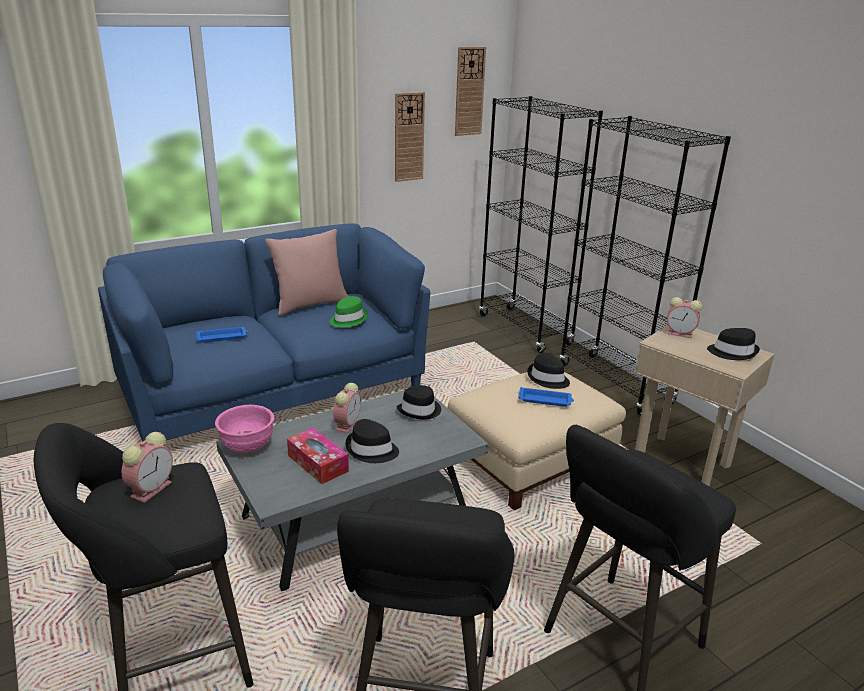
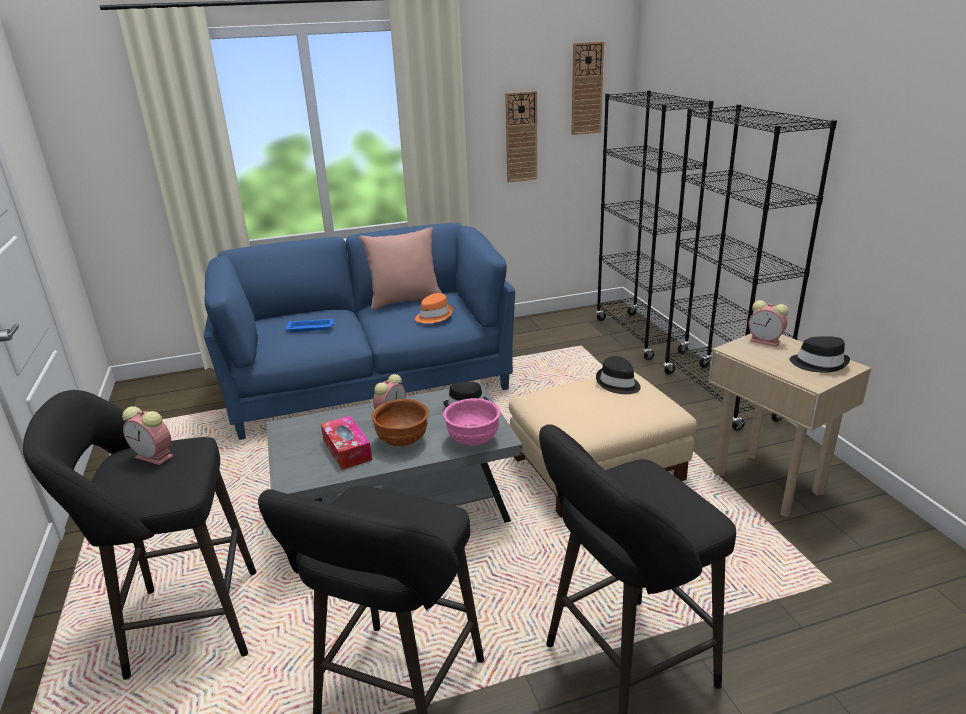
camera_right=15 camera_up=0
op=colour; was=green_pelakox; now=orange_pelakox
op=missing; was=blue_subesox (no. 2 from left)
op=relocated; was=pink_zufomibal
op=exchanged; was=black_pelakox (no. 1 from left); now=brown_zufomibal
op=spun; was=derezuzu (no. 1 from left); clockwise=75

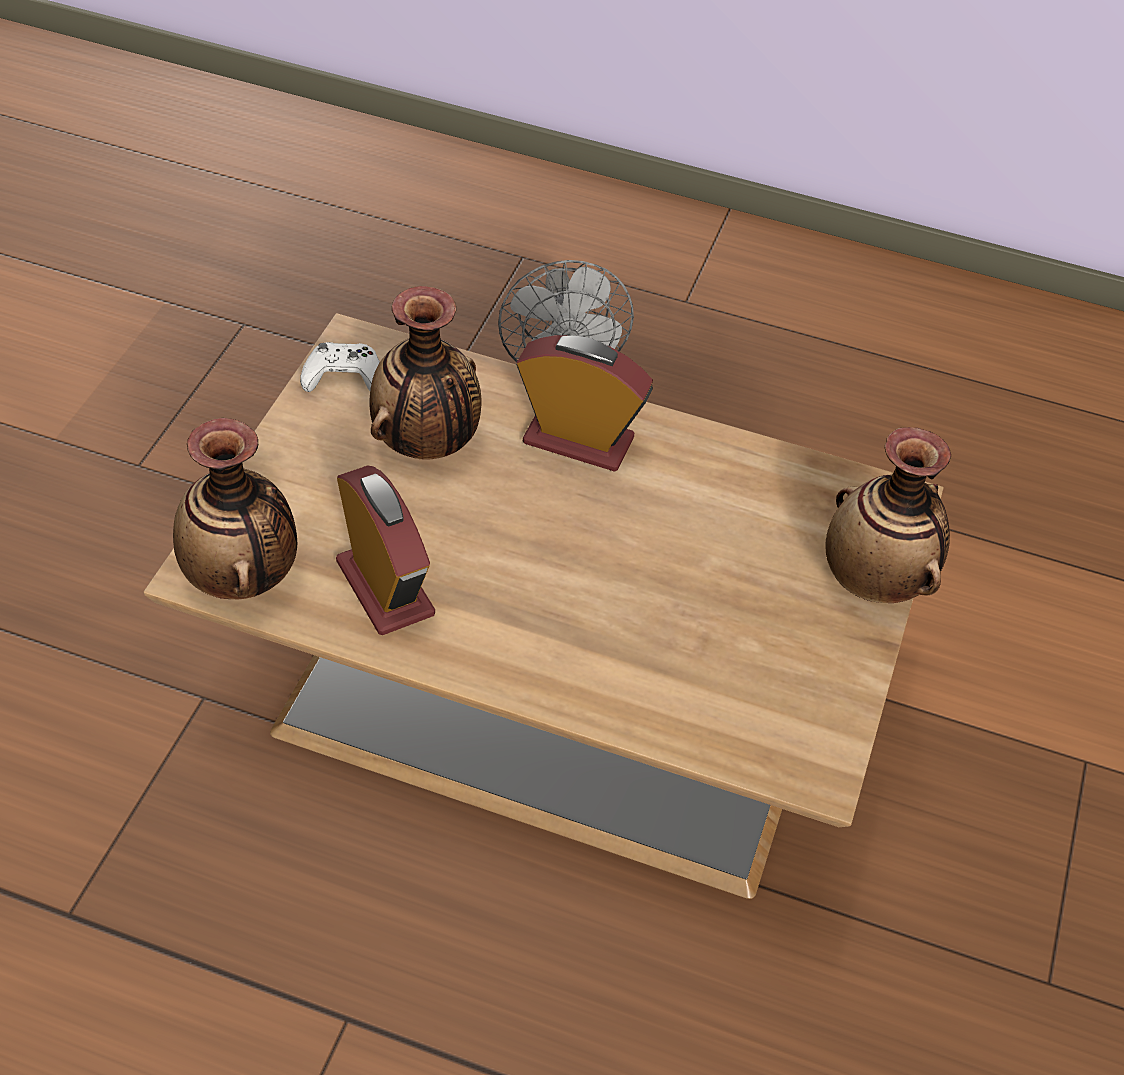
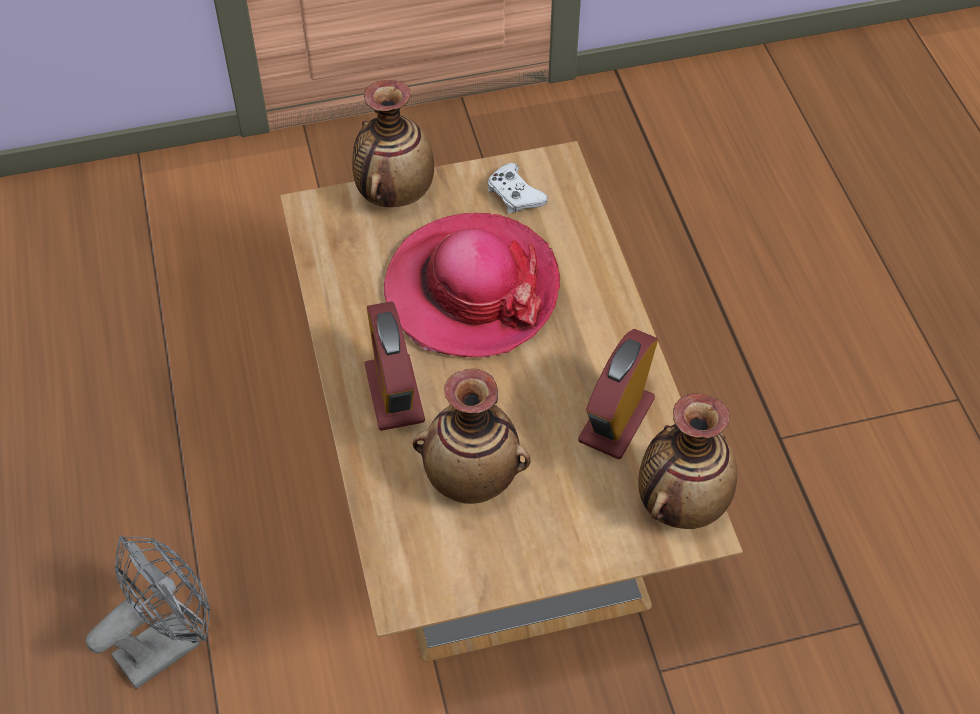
camera_right=-120 camera_up=5
op=relocated; was=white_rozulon
op=appeared; now=pelakox

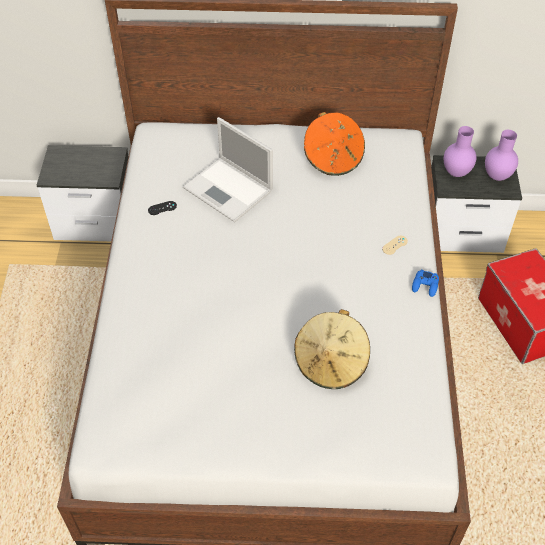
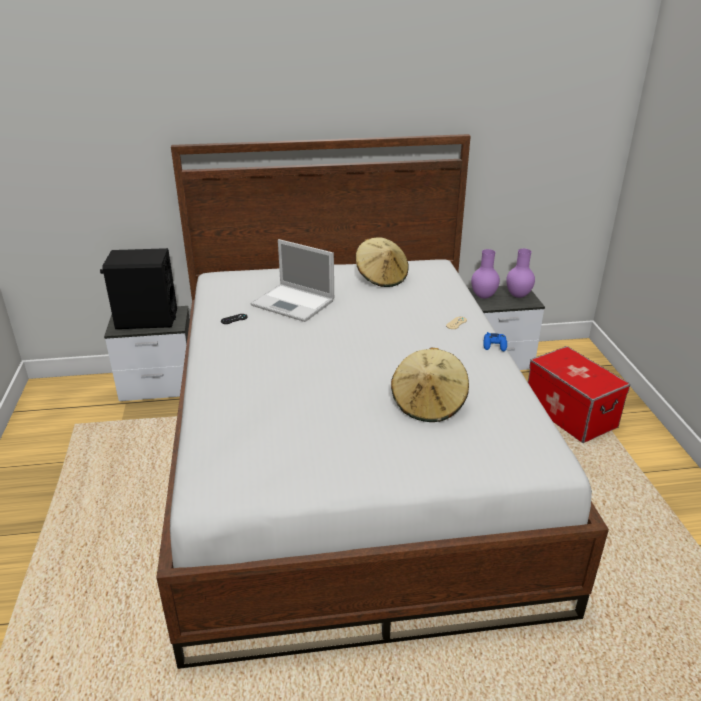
camera_right=-10 camera_up=-20
op=colour; was=orange_pelakox; now=beige_pelakox (no. 1 from left)
op=appeared; now=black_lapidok

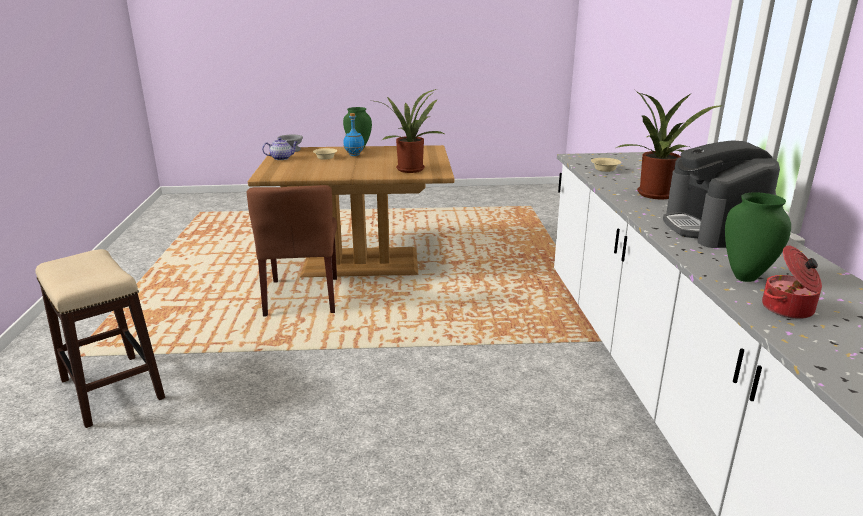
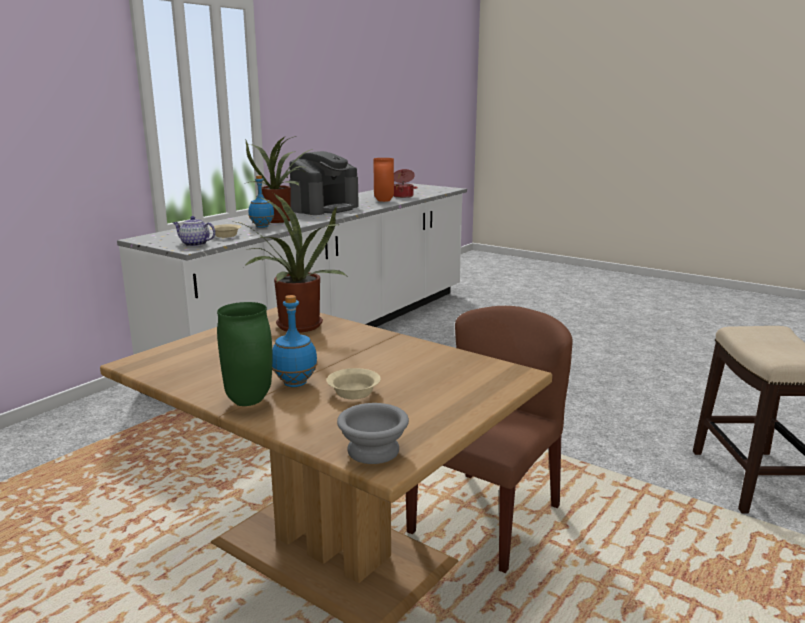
camera_right=-140 camera_up=-5
op=relocated; was=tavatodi
op=colour; was=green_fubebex (no. 2 from left); now=orange_fubebex
op=appeared; now=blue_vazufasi (no. 1 from left)

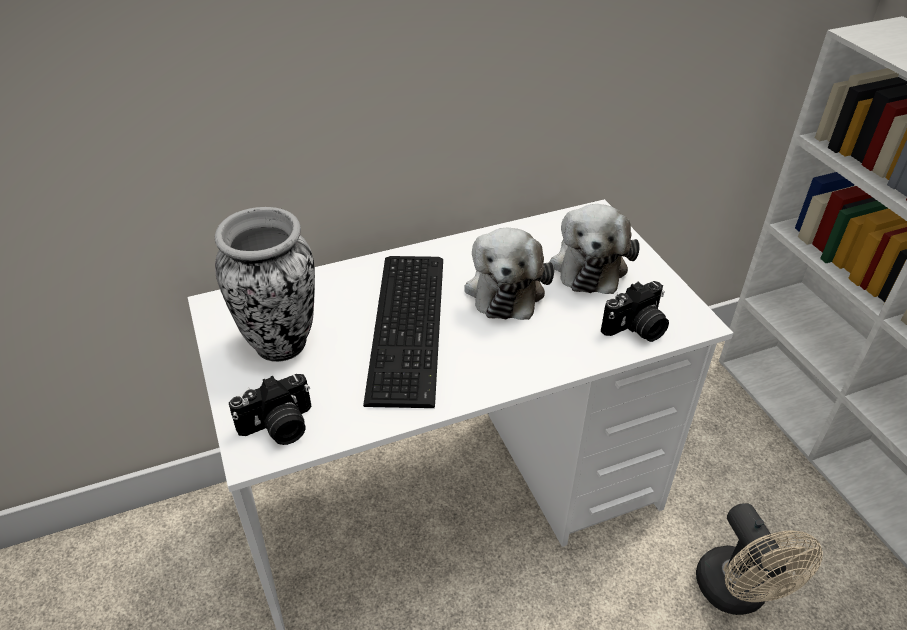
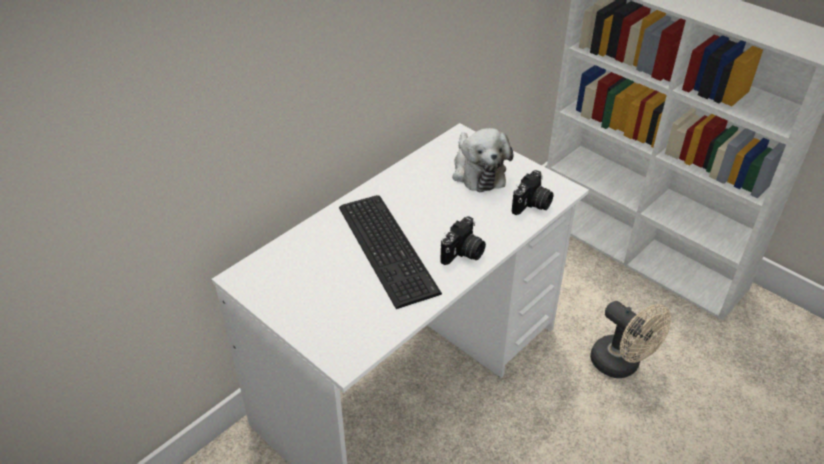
camera_right=-25 camera_up=0
op=missing; was=fubebex
op=missing; was=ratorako (no. 1 from left)
op=relocated; was=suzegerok (no. 1 from left)

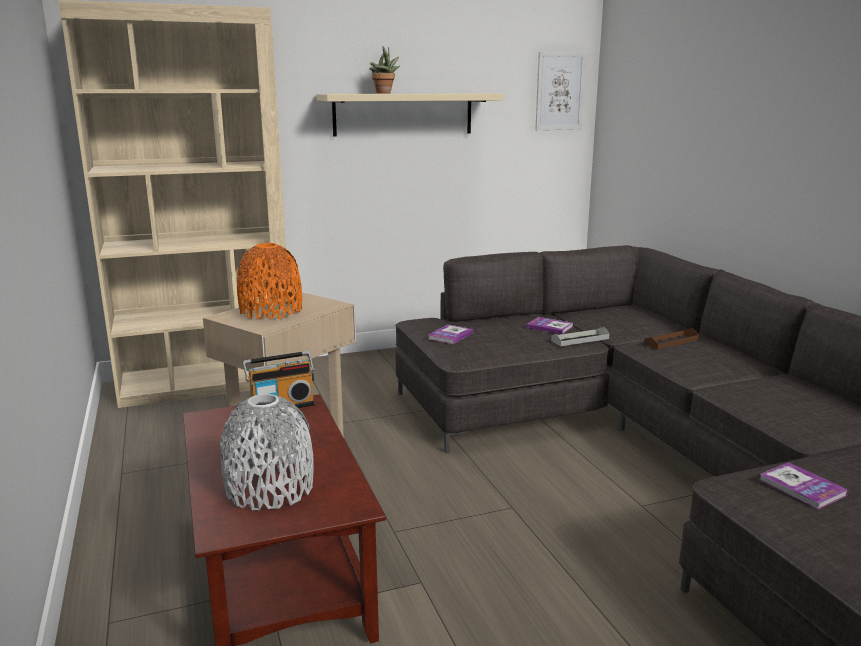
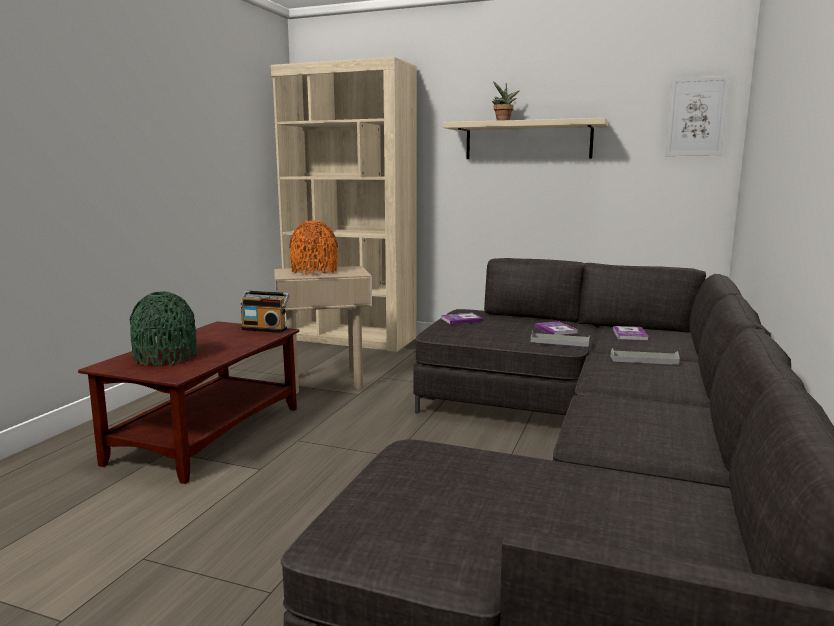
camera_right=40 camera_up=-5
op=colour; was=brown_subesox; now=grey_subesox (no. 2 from left)
op=colour; was=grey_fubebex; now=green_fubebex
op=relocated; was=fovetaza (no. 3 from left)

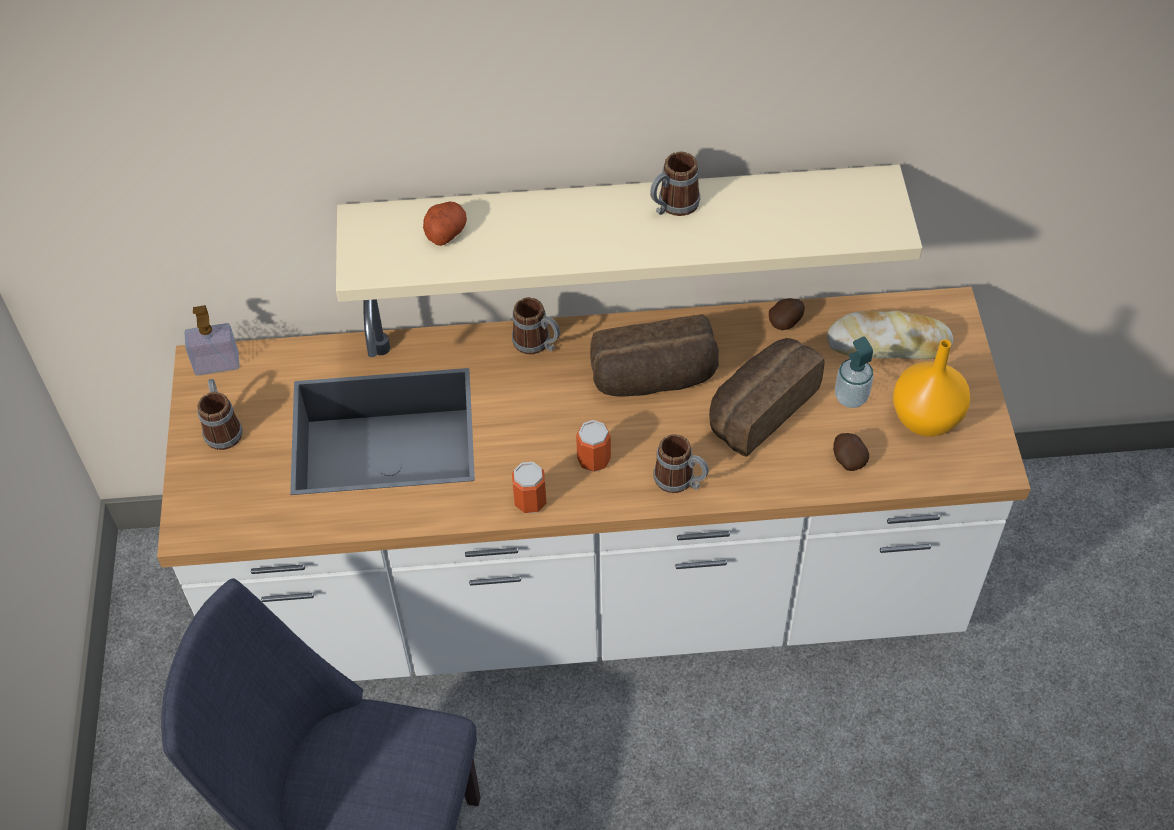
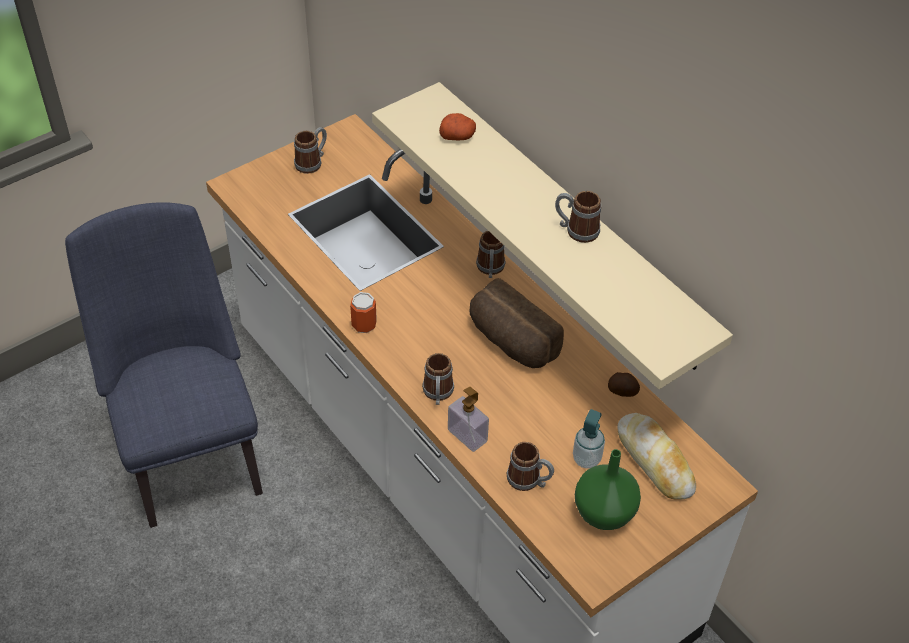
camera_right=55 camera_up=-5
op=relocated; was=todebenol (no. 1 from left)
op=missing; was=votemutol (no. 2 from left)
op=colour; was=orange_fubebex; now=green_fubebex
op=missing; was=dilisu (no. 2 from left)
op=exchanged; was=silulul (no. 3 from left); now=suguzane (no. 4 from left)

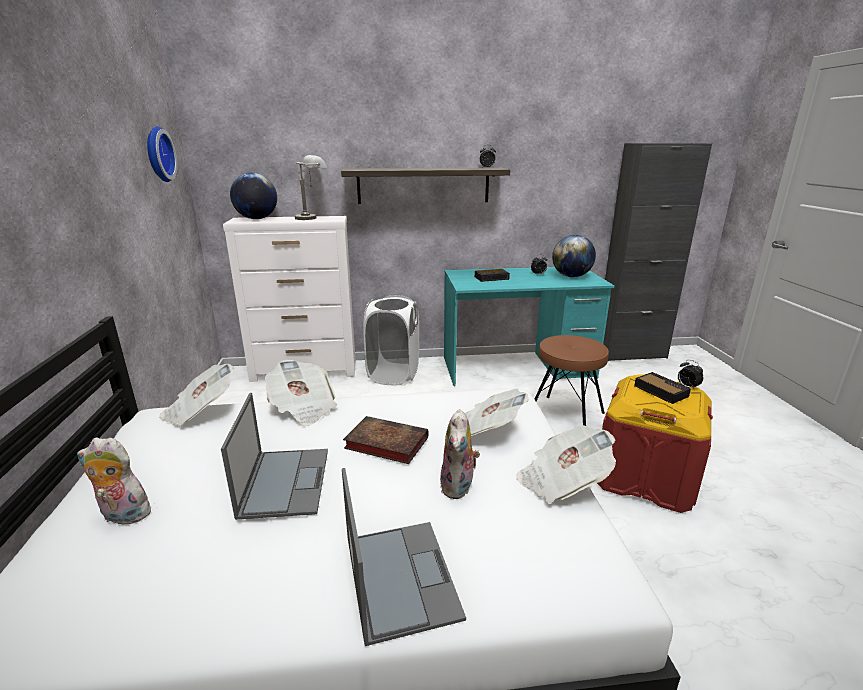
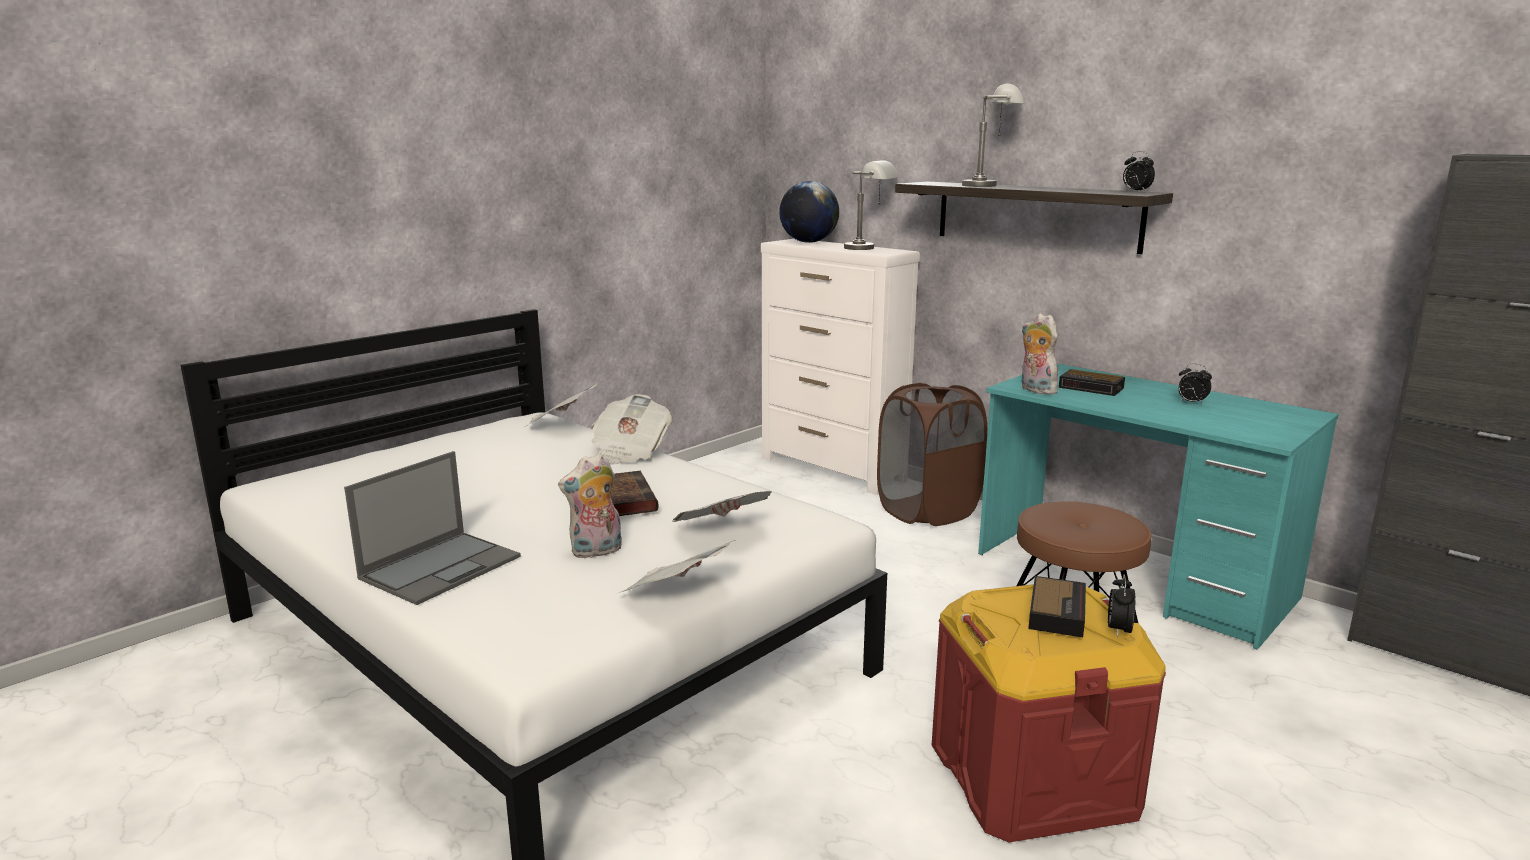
camera_right=50 camera_up=-5
op=missing; was=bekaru
op=missing; was=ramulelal (no. 2 from left)
op=colour; was=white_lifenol; now=brown_lifenol
op=missing; was=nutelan (no. 1 from left)
op=relocated; was=ratorako (no. 1 from left in the first image); now=ratorako (no. 2 from left)
op=appeared; now=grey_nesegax (no. 2 from left)

